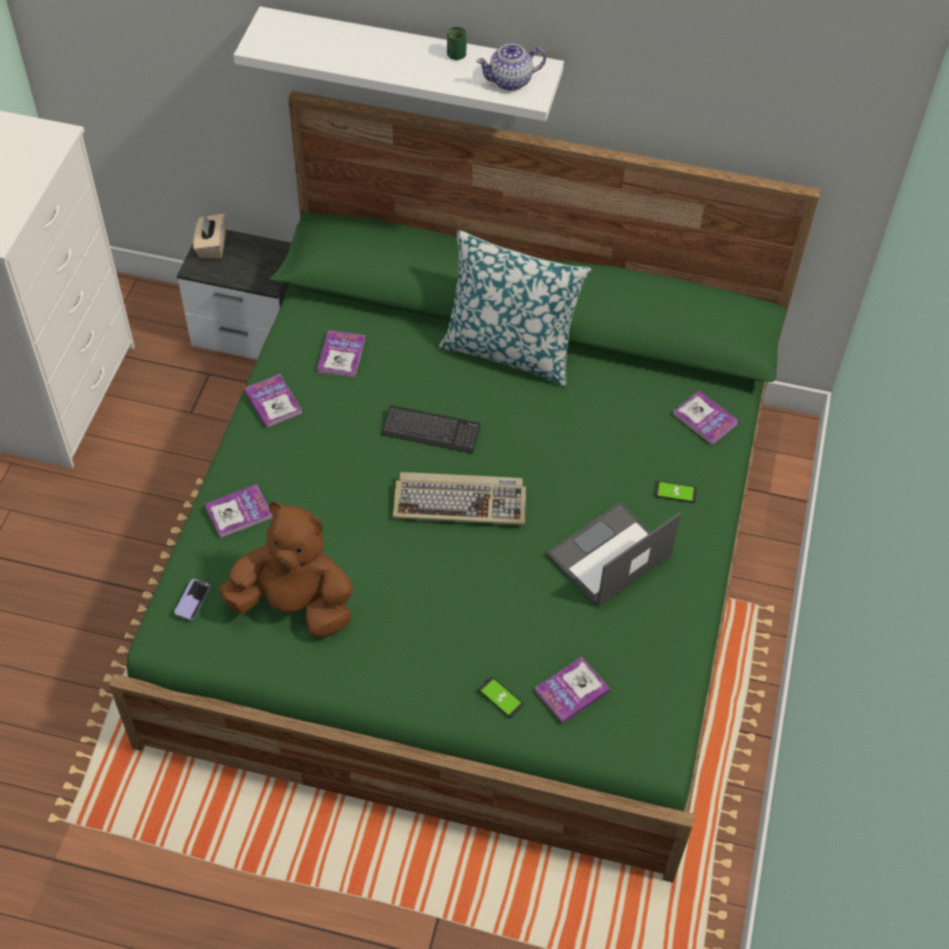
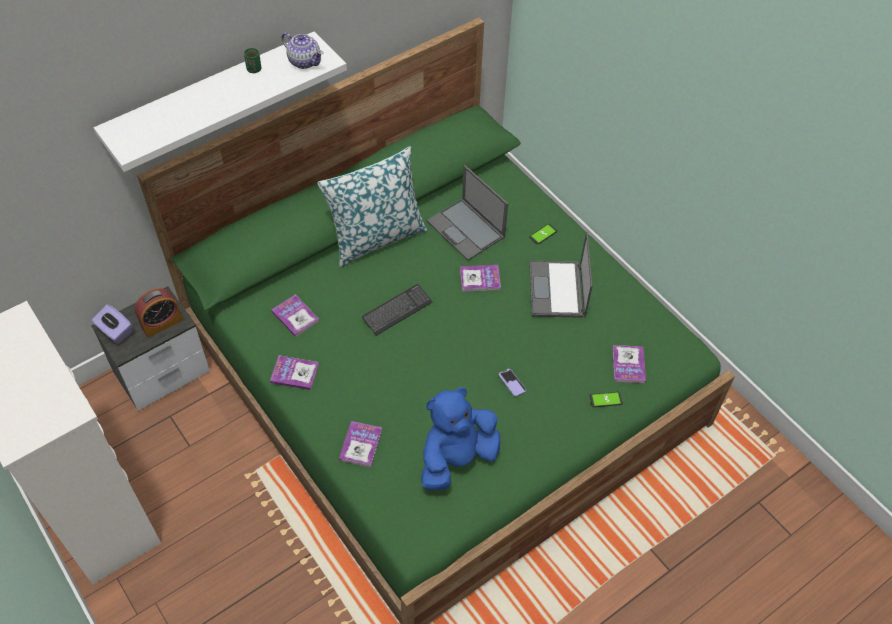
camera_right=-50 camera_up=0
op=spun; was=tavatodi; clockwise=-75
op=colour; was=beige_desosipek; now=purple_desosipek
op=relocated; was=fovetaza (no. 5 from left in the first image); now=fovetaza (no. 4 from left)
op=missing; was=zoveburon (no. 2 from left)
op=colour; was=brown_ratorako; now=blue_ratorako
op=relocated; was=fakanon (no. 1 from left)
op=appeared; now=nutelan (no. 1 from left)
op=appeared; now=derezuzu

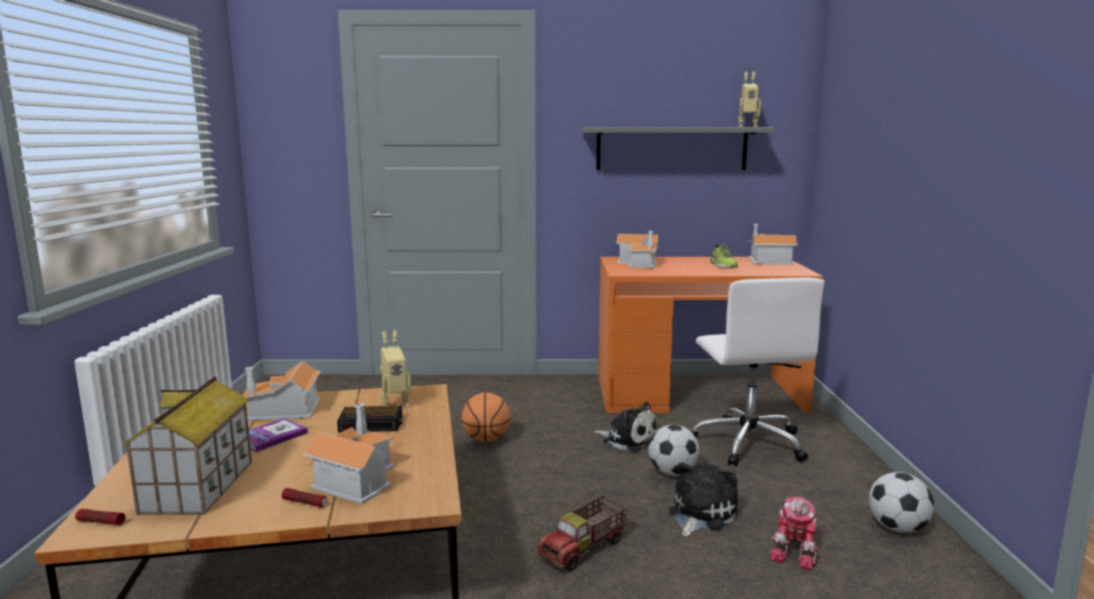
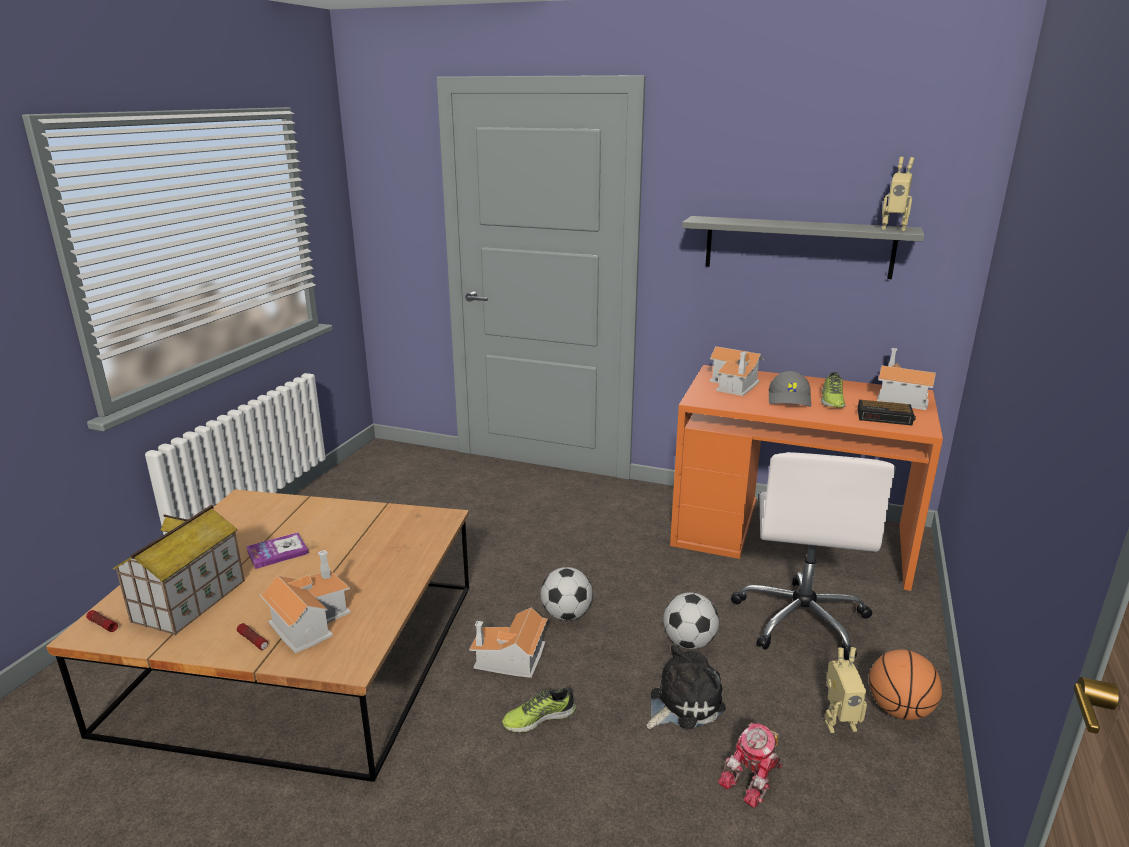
camera_right=20 camera_up=10
op=relocated; was=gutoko (no. 1 from left in the first image); now=gutoko (no. 2 from left)
op=relocated; was=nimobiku (no. 2 from left in the first image); now=nimobiku (no. 3 from left)
op=relocated; was=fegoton
op=missing; was=ratorako (no. 1 from left)
op=relocated; was=derezuzu
op=relocated; was=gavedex (no. 2 from left in the first image); now=gavedex (no. 1 from left)
op=exchanged; was=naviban; now=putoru (no. 1 from left)
op=appeared; now=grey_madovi

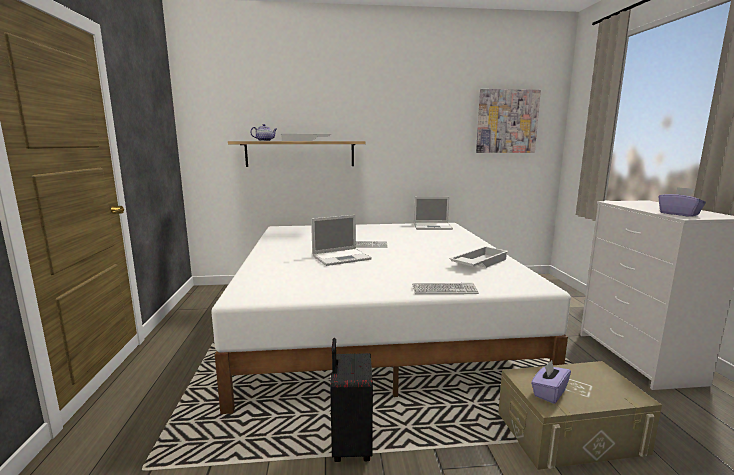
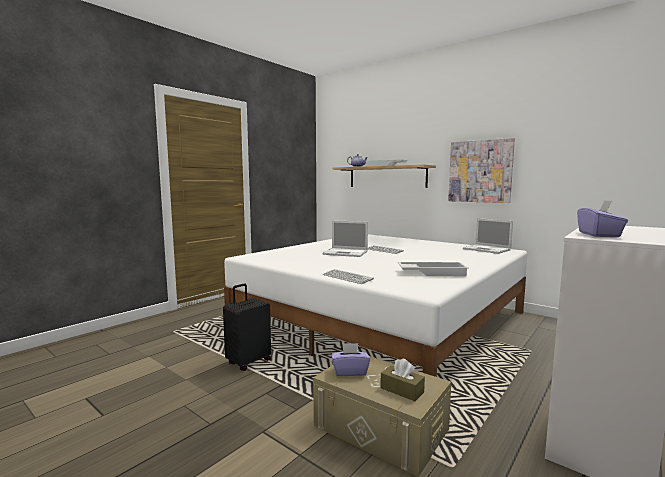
camera_right=45 camera_up=-5
op=relocated; was=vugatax
op=appeared; now=brown_desosipek

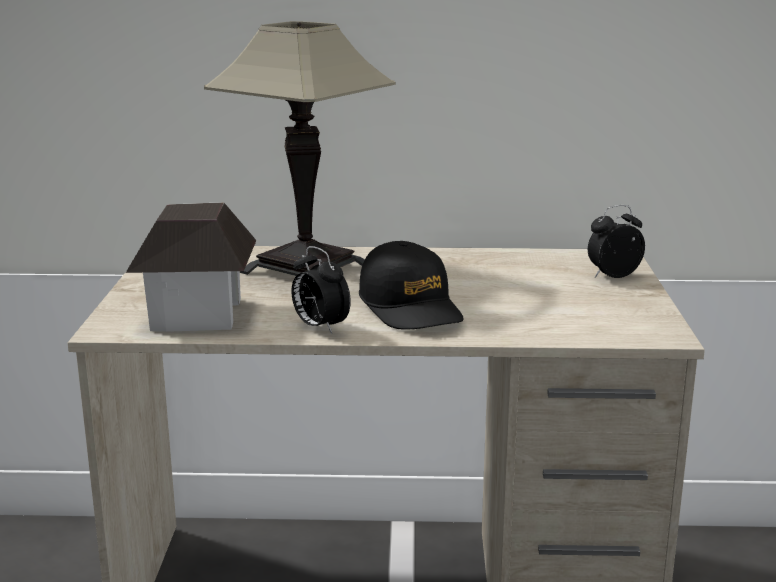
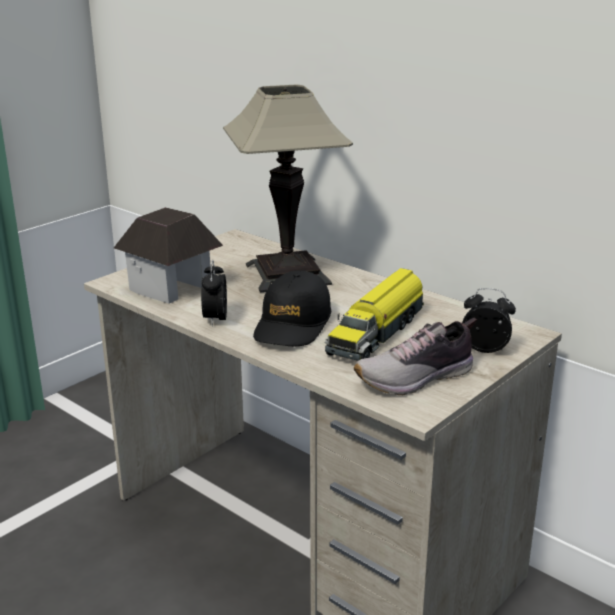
camera_right=40 camera_up=5
op=appeared; now=naviban
op=appeared; now=putoru

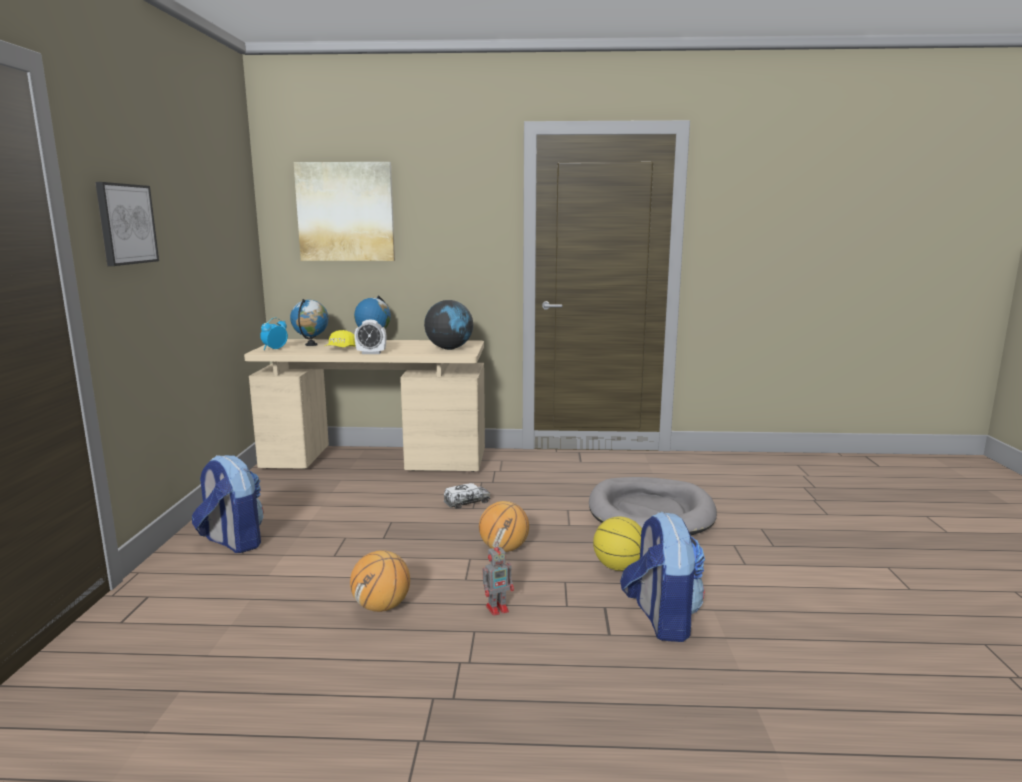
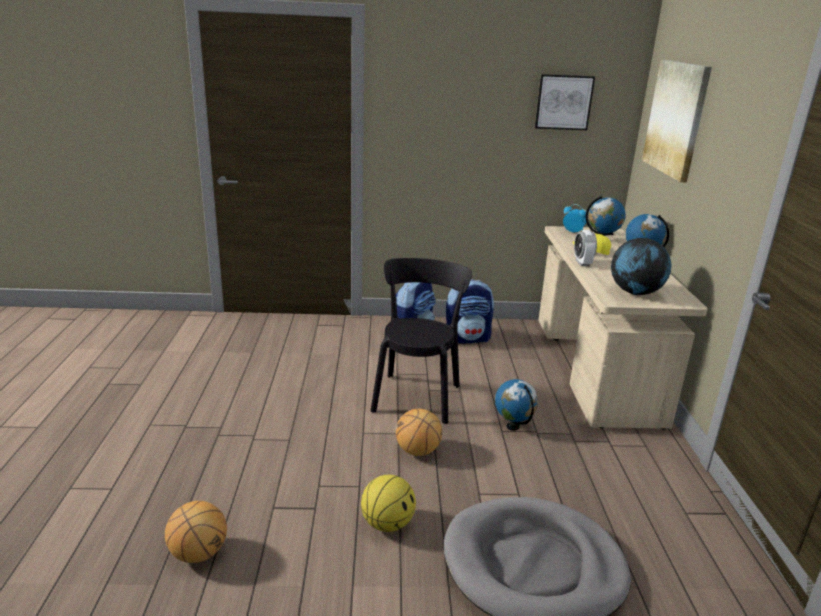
camera_right=85 camera_up=10
op=relocated; was=vugatax (no. 1 from left)
op=exchanged; was=naviban; now=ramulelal (no. 1 from left)
op=relocated; was=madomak (no. 2 from left)
op=missing; was=gutoko
op=relocated; was=fegoton (no. 1 from left)
op=appeared; now=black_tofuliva

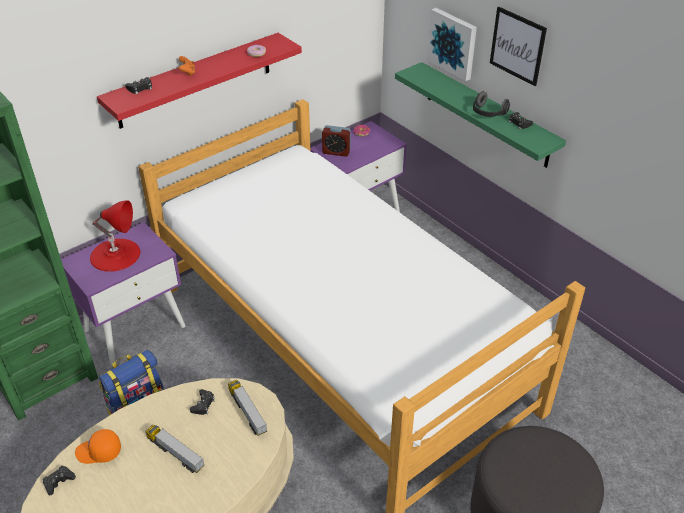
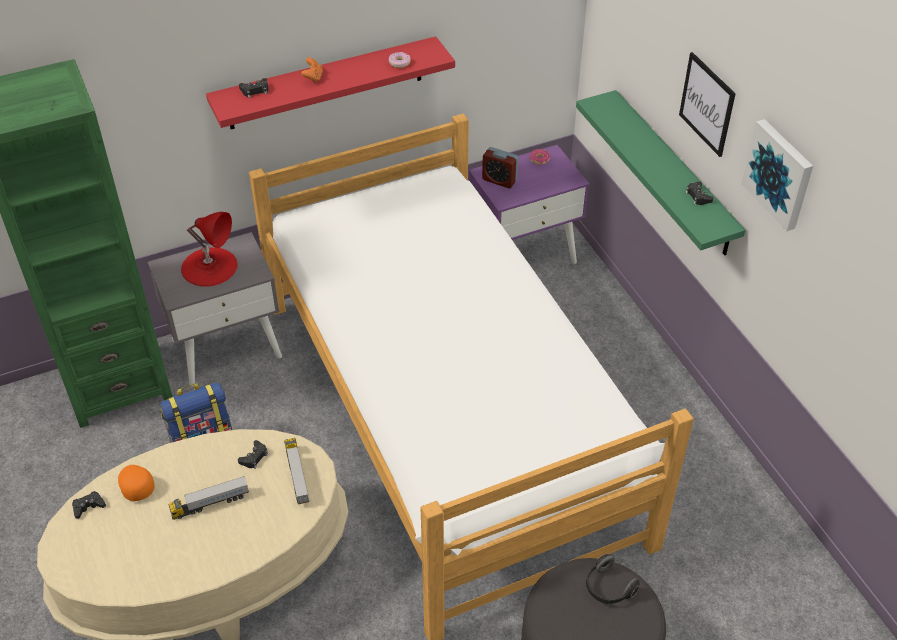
camera_right=15 camera_up=5
op=relocated; was=vugatax (no. 1 from left in the first image); now=vugatax (no. 2 from left)
op=relocated; was=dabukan
op=colour; was=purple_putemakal (no. 1 from left); now=grey_putemakal
op=spun; was=naviban (no. 1 from left); clockwise=-75
op=spun; was=orange_madovi; clockwise=45

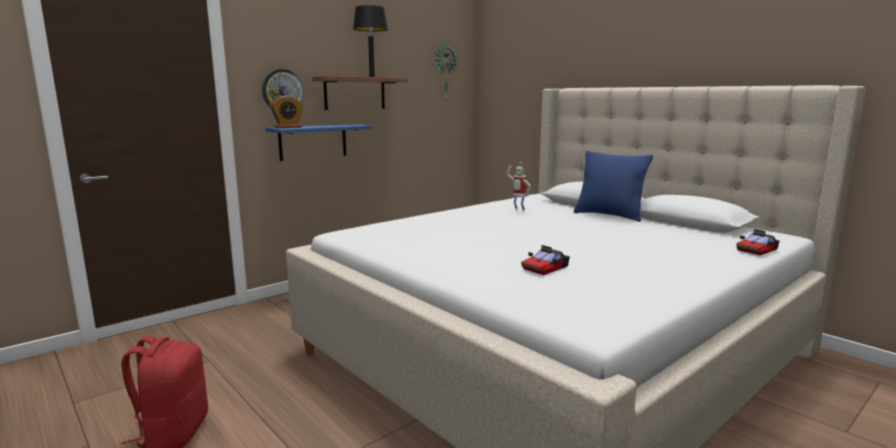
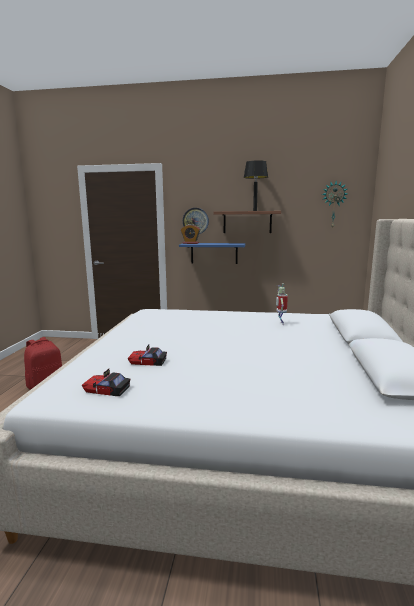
camera_right=50 camera_up=0
op=missing; was=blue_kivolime
op=relocated; was=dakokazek (no. 2 from left in the first image); now=dakokazek (no. 1 from left)

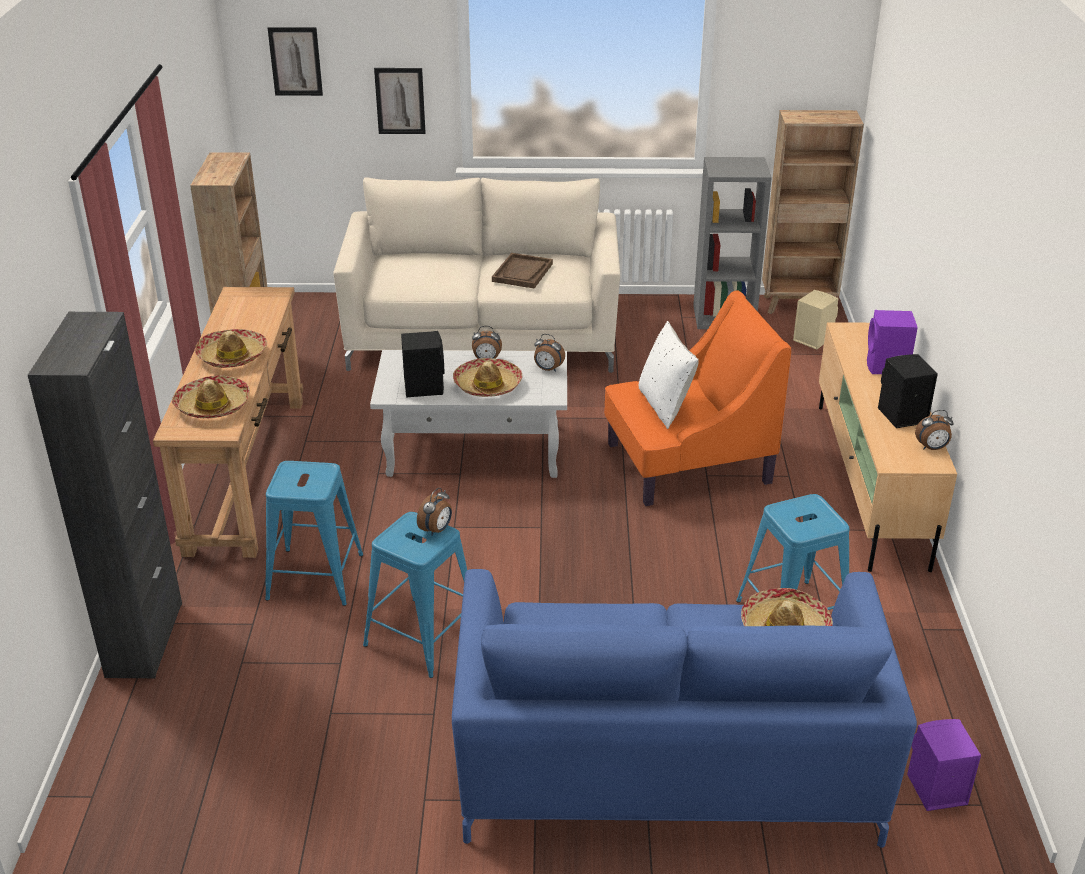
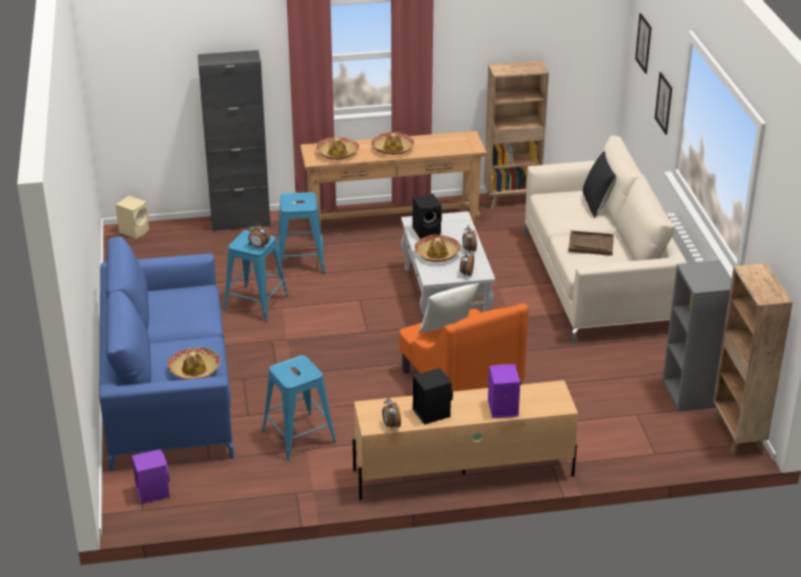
camera_right=80 camera_up=0
op=relocated; was=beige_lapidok
op=appeared; now=black_kivolime

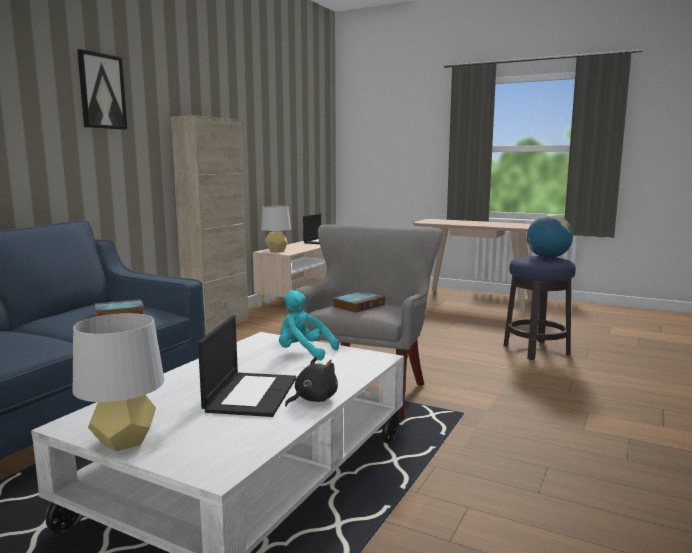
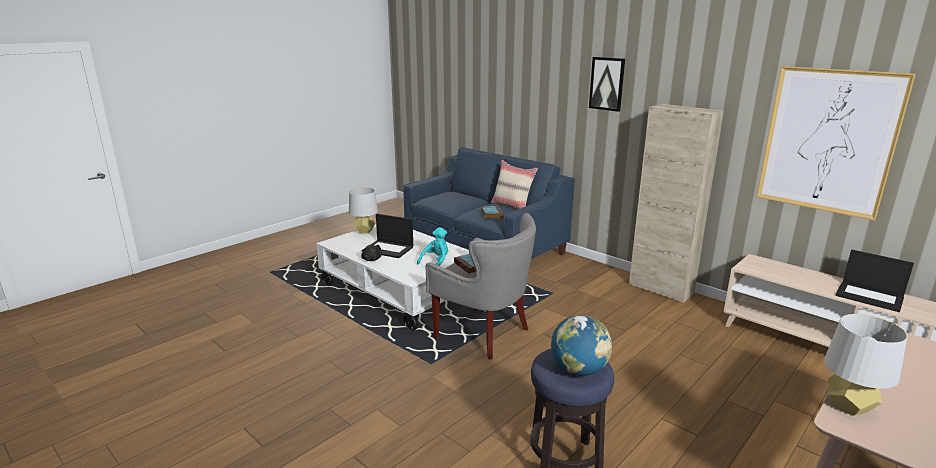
camera_right=105 camera_up=10
op=relocated; was=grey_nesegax (no. 2 from left)
op=appeared; now=vugatax (no. 2 from left)
op=appeared; now=beige_kivolime

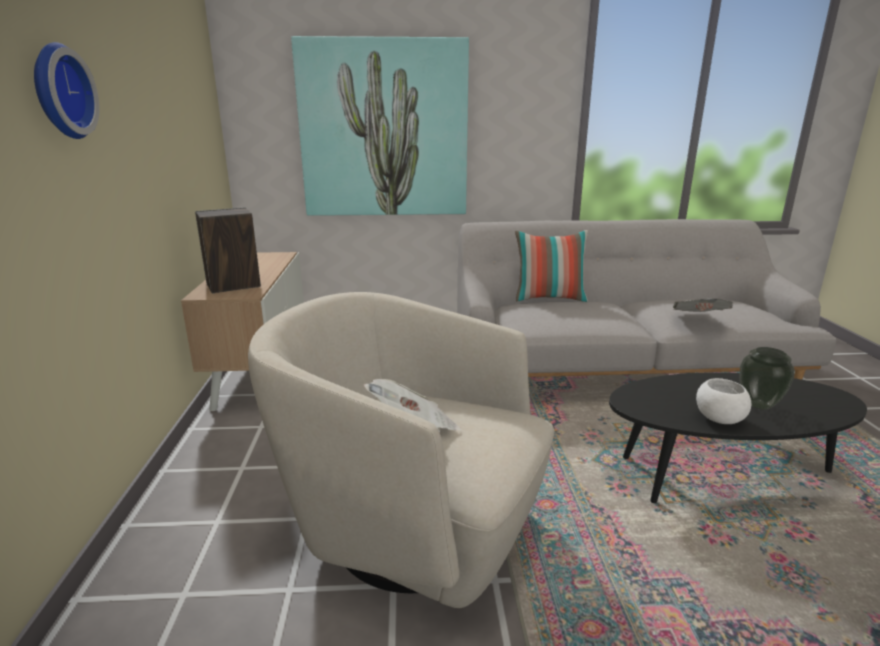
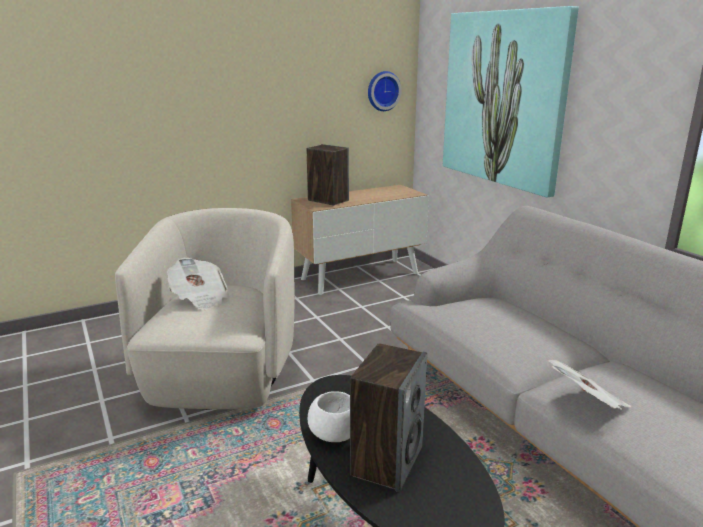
camera_right=65 camera_up=0
op=relocated; was=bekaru
op=missing; was=kivolime
op=exchanged; was=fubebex; now=lapidok (no. 2 from left)

